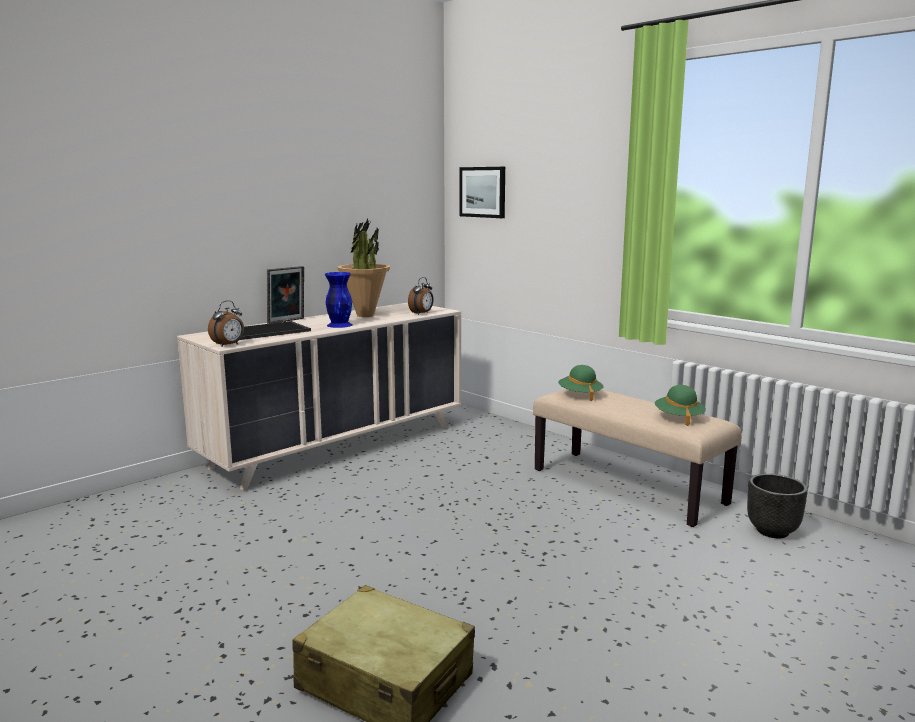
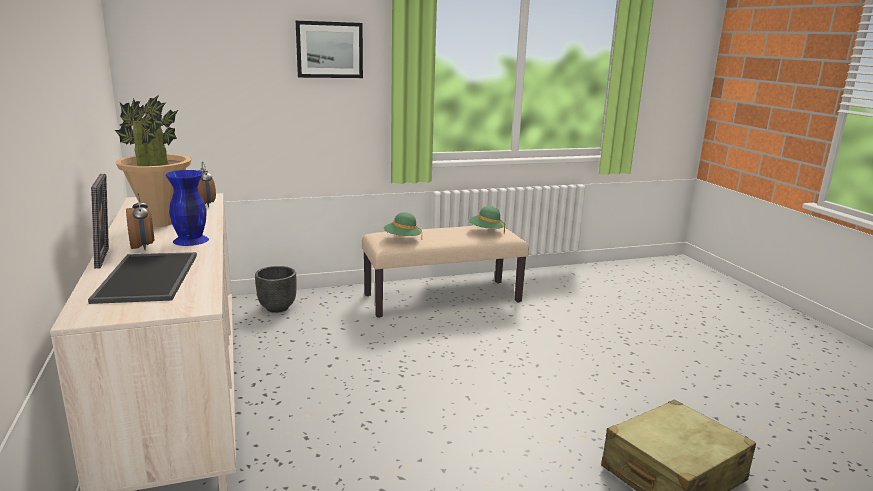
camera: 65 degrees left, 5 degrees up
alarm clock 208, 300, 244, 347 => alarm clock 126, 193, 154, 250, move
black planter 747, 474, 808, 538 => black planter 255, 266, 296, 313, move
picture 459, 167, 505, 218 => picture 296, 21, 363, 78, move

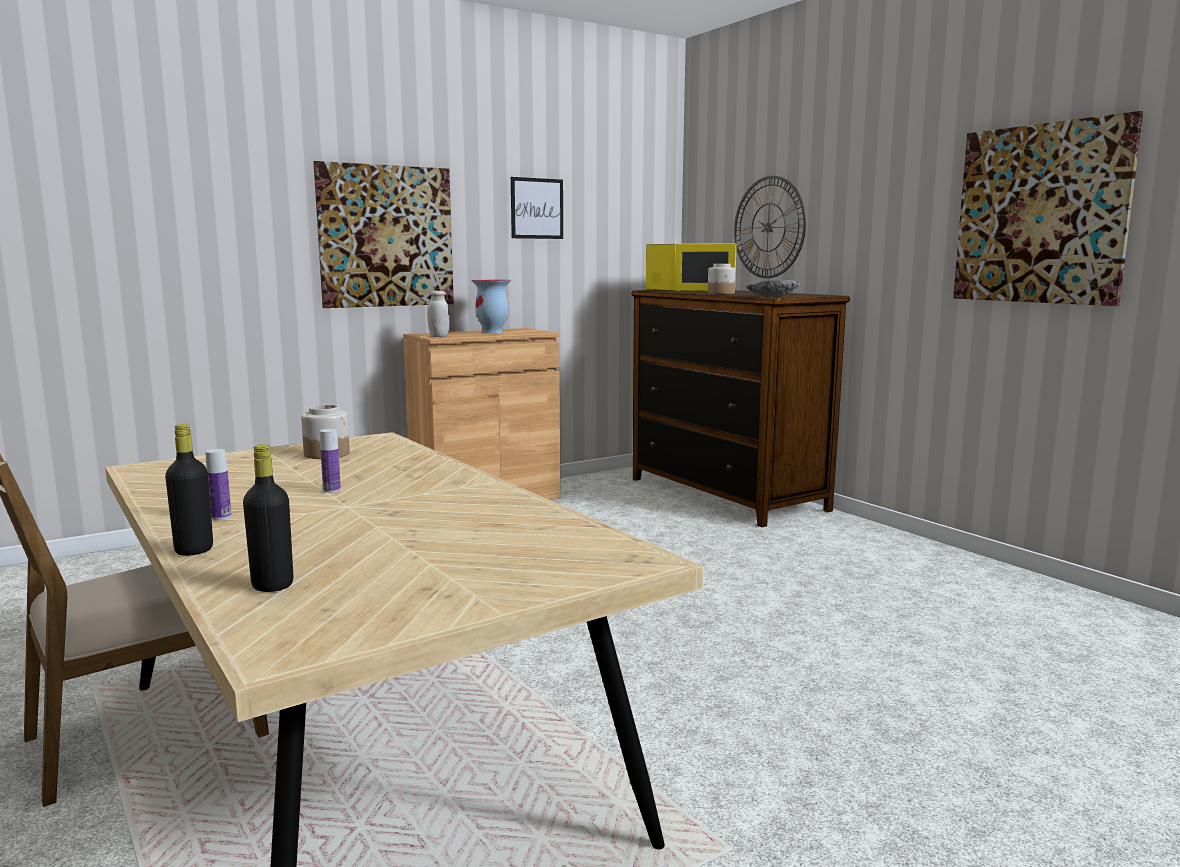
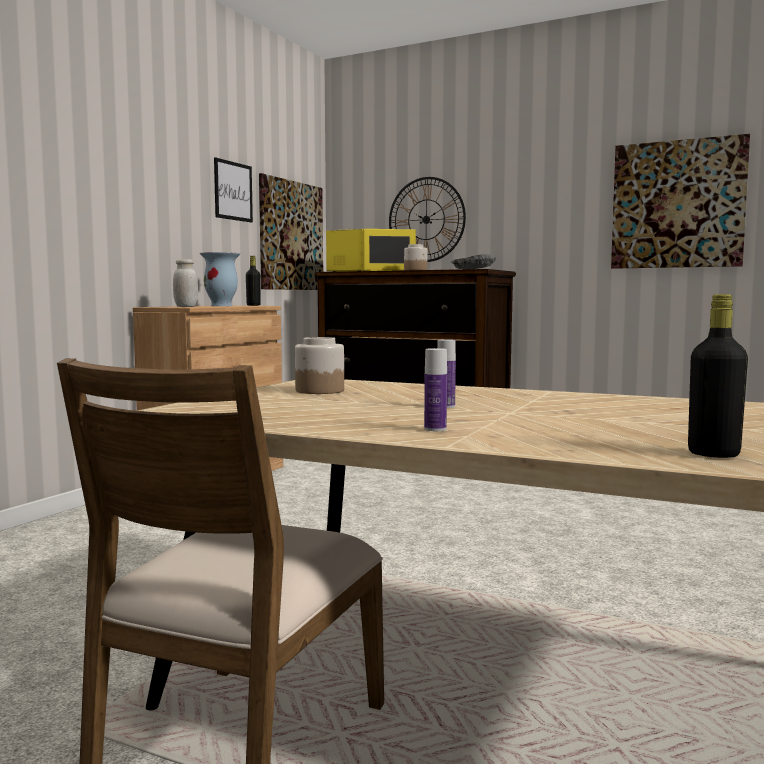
camera: 30 degrees left, 5 degrees down
black bottle 165, 424, 213, 556 => black bottle 246, 256, 261, 306, move
picture 313, 161, 454, 308 => picture 259, 173, 323, 290, move

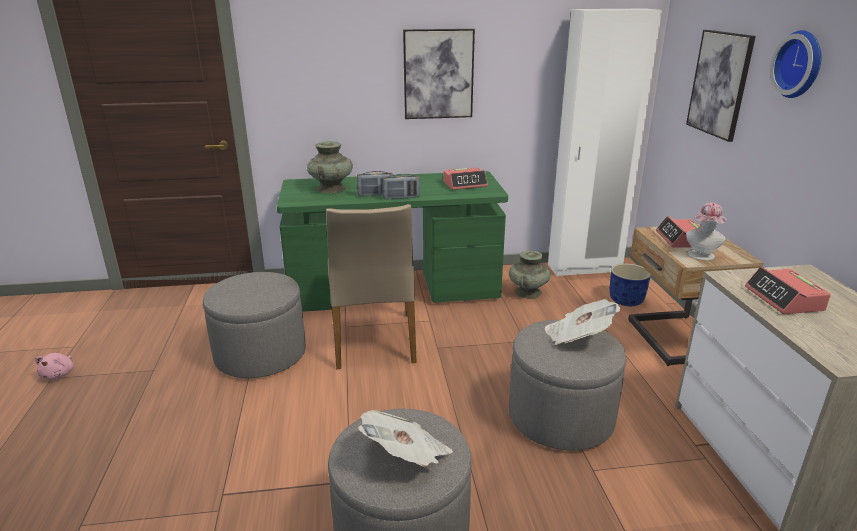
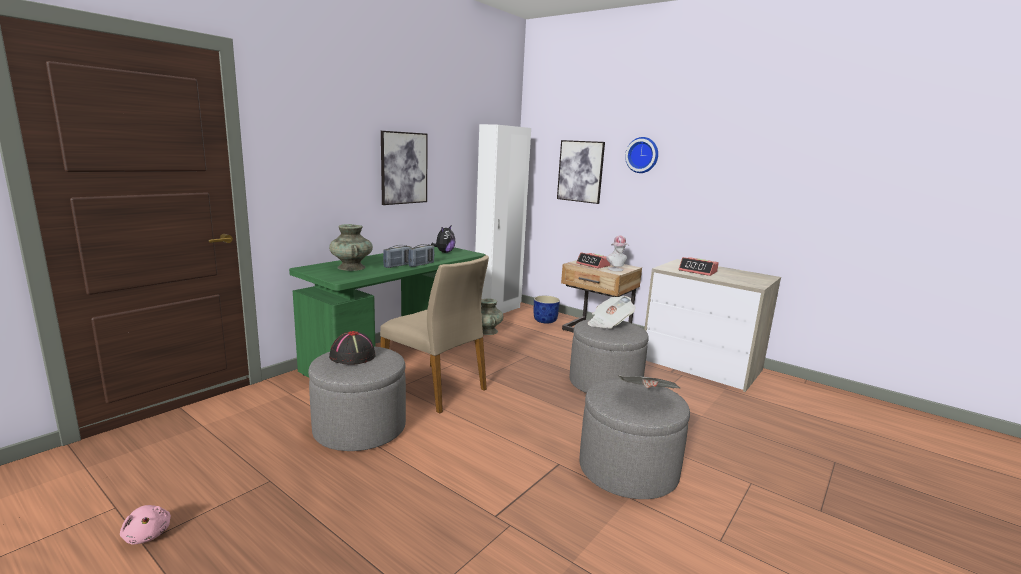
camera: 45 degrees left, 10 degrees down
nothing => black hat 329, 331, 375, 365
alarm clock 443, 167, 488, 190 => plush toy 431, 226, 455, 253

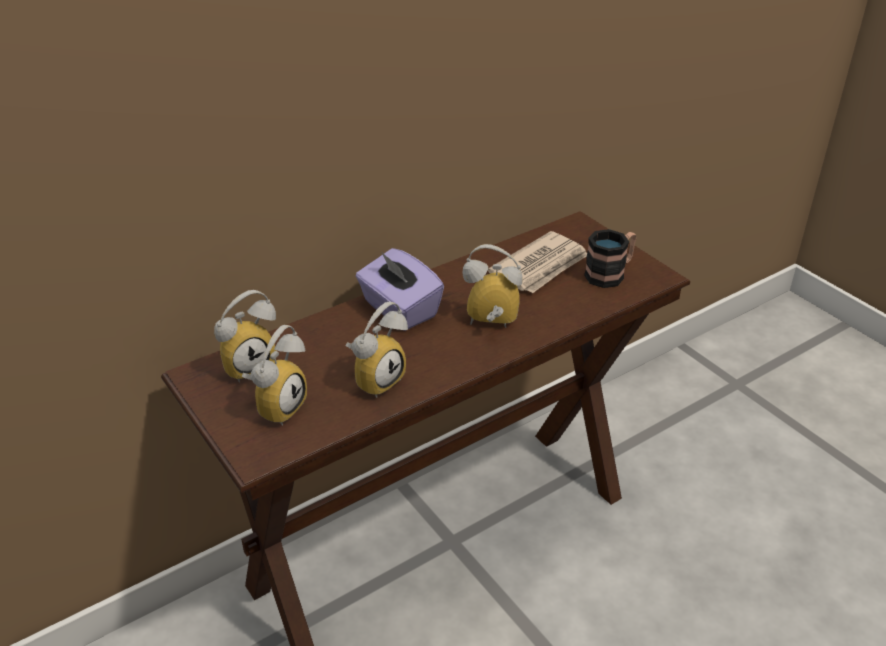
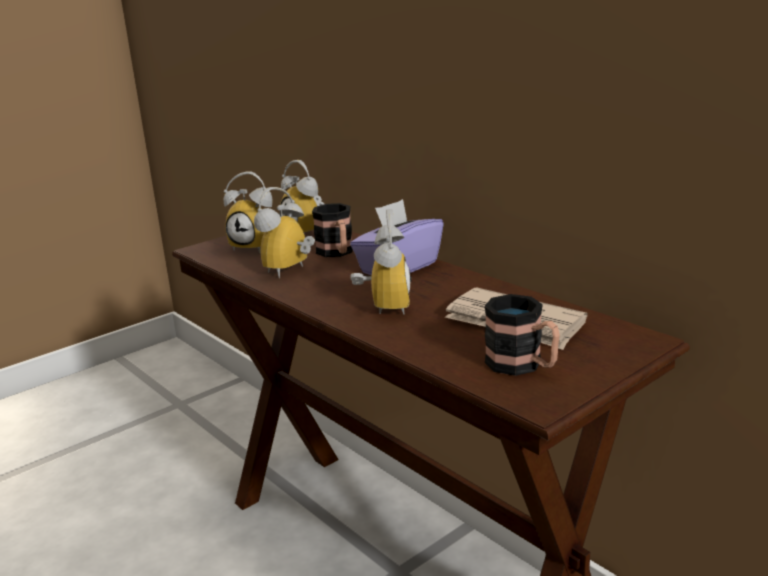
camera: 85 degrees right, 15 degrees down
alarm clock 346, 301, 408, 398 => alarm clock 254, 187, 315, 278, 90 degrees clockwise
nothing => mug 312, 203, 353, 257

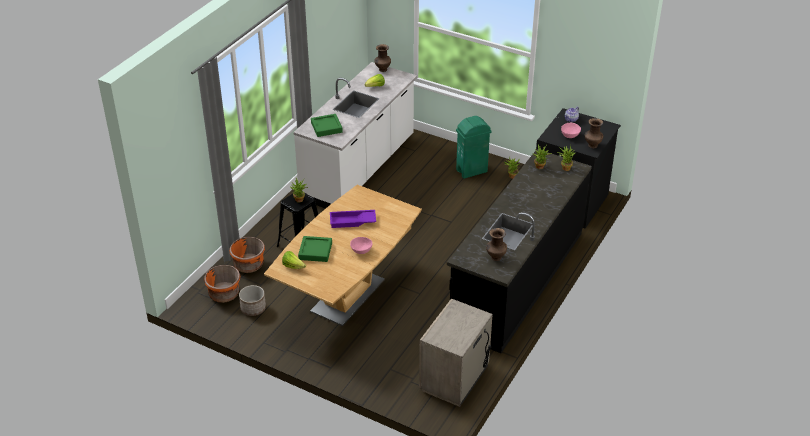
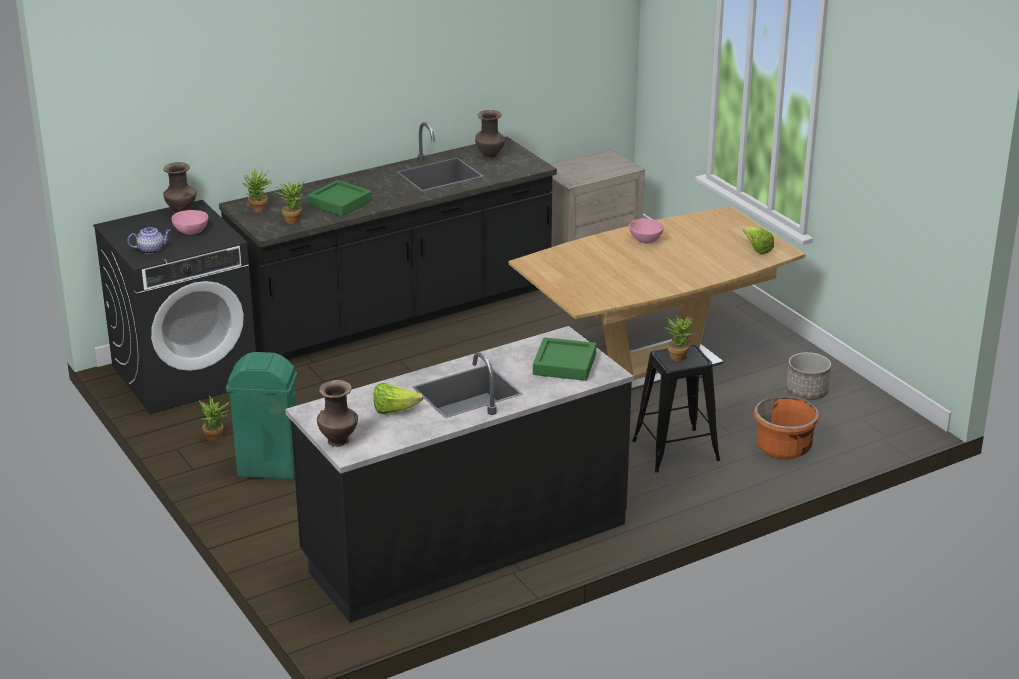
camera: 150 degrees left, 10 degrees down
white counter 293, 62, 417, 209 => black counter 286, 326, 633, 623
green tray 298, 236, 332, 262 => green tray 307, 180, 372, 216, move
orange planter 204, 265, 240, 303 => nothing
purple tray 330, 210, 376, 228 => nothing

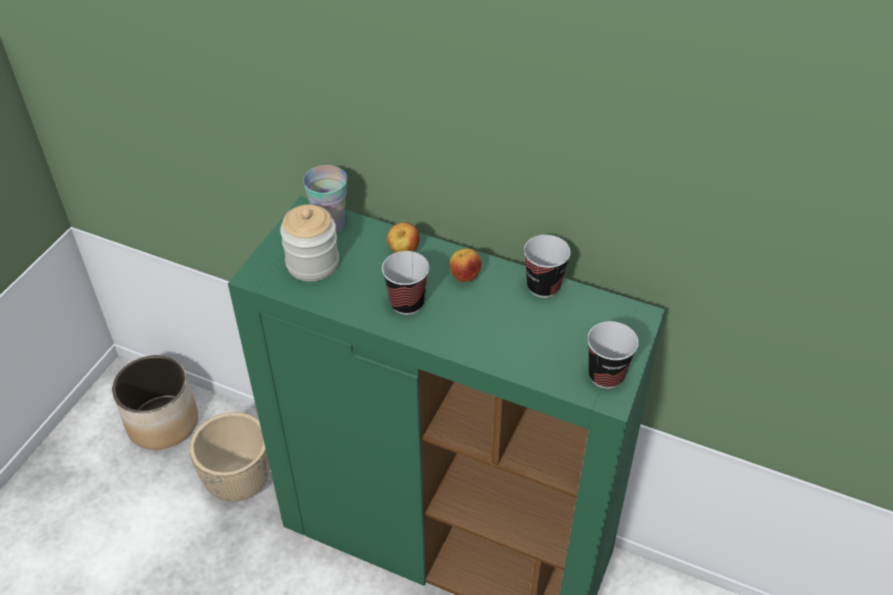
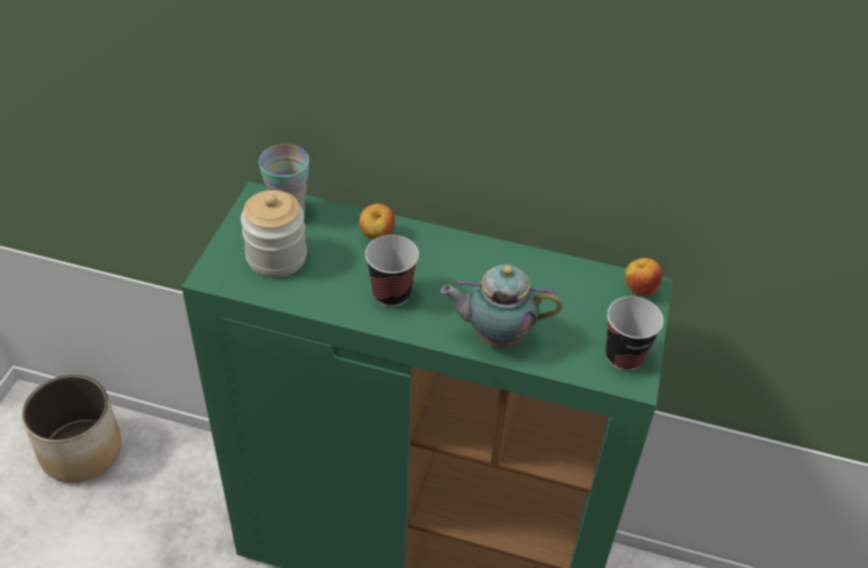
camera: 10 degrees left, 0 degrees up
nothing => teapot 441, 264, 562, 348
apple 449, 249, 481, 282 => apple 625, 258, 663, 296, move
beige planter 189, 412, 270, 502 => nothing
cup 524, 235, 571, 298 => nothing

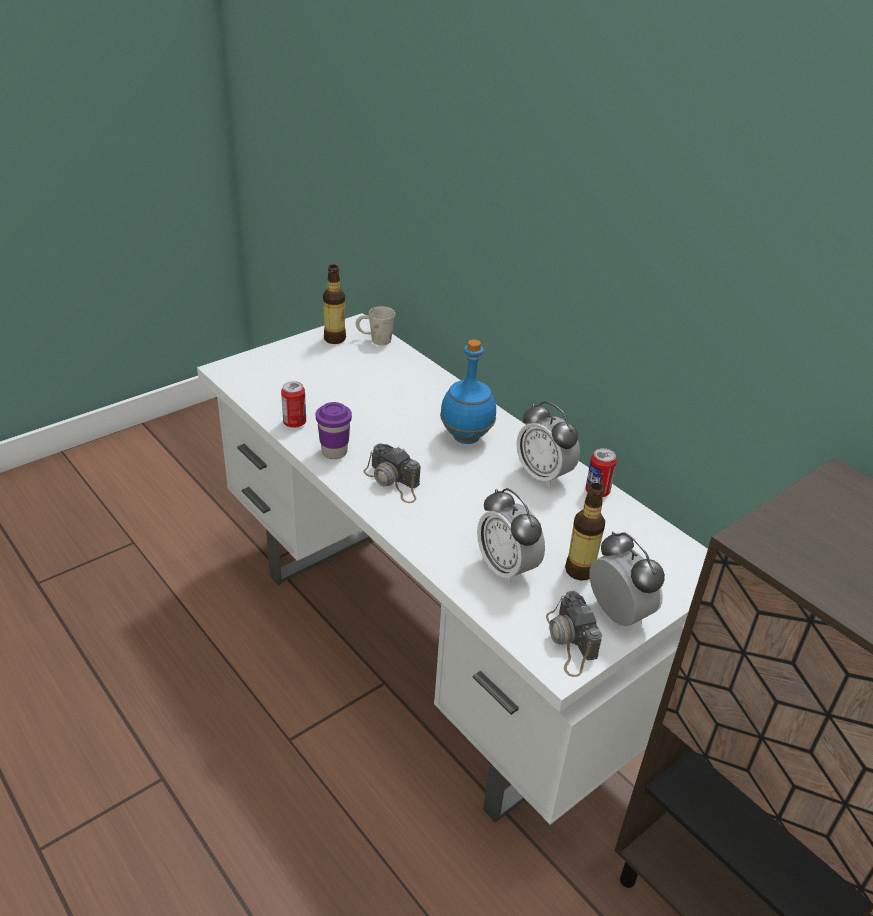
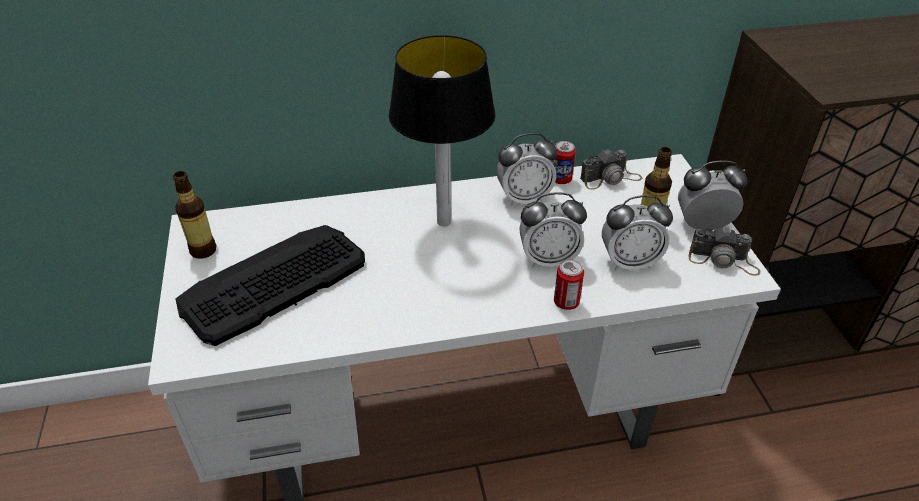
camera: 60 degrees left, 5 degrees up
nothing => keyboard 175, 225, 365, 346
blue bottle 440, 339, 496, 444 => table lamp 389, 35, 496, 226
nothing => alarm clock 519, 192, 587, 268
can 281, 381, 306, 428 => can 554, 260, 584, 310, move
photo camera 364, 443, 420, 503 => photo camera 580, 149, 642, 189, move
purple cup 316, 402, 352, 459 => nothing
white mug 356, 306, 395, 345 => nothing

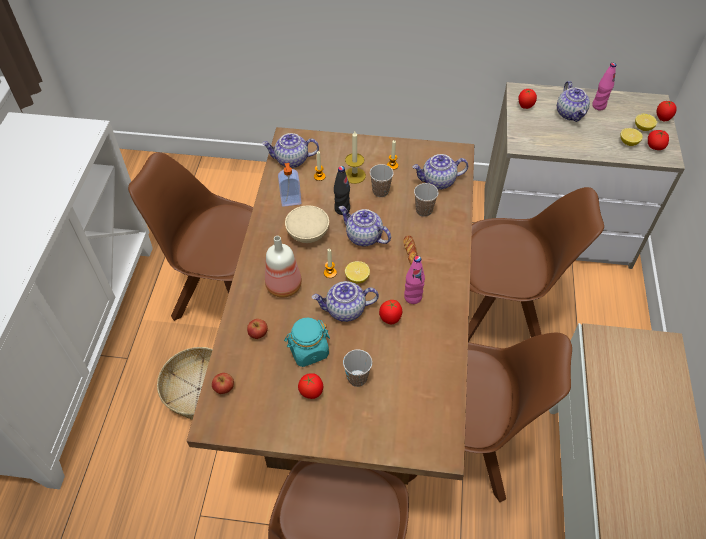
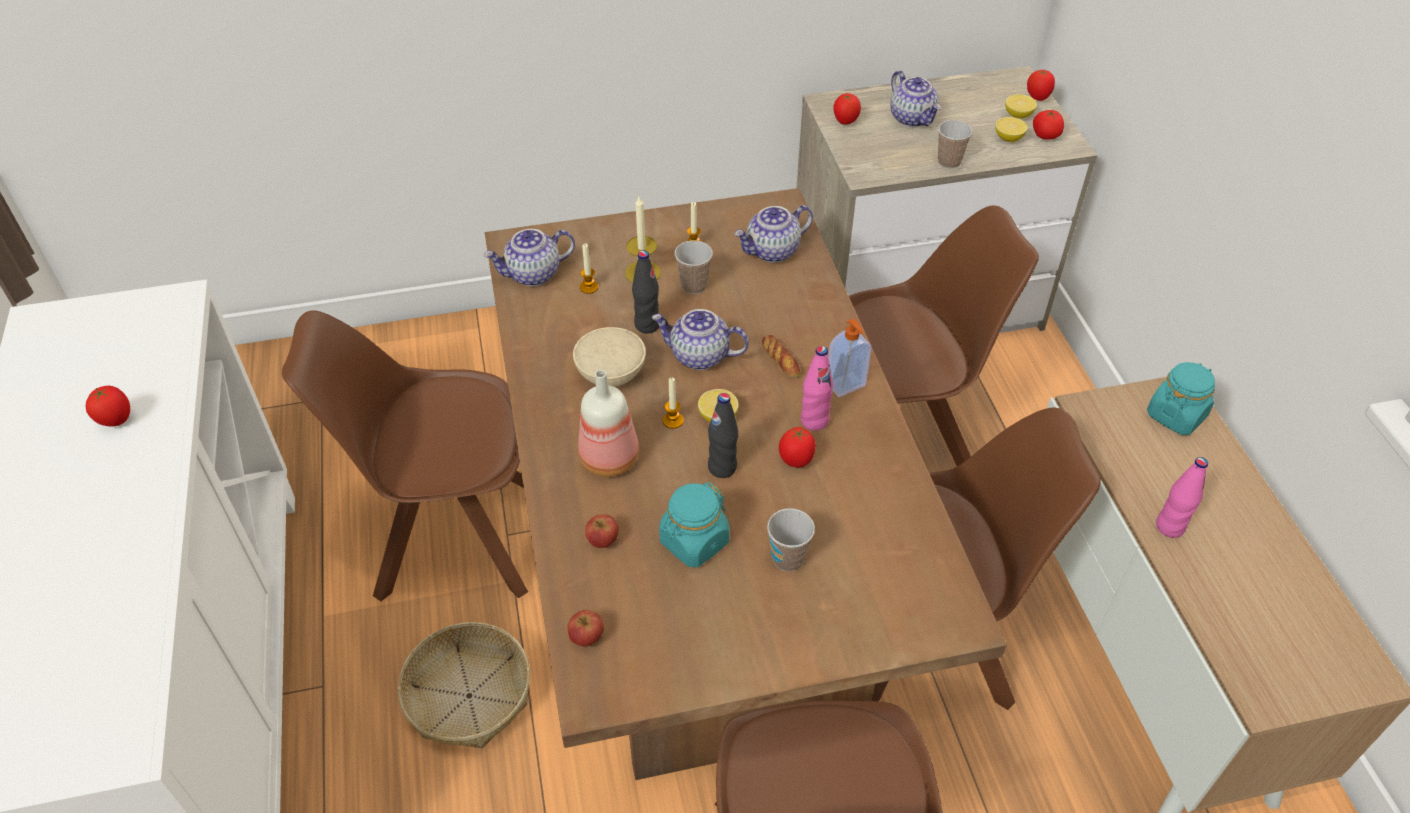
camera: 20 degrees left, 5 degrees down
tomato 298, 373, 323, 399 => tomato 86, 386, 130, 426, move
teapot 312, 281, 379, 322 => black bottle 708, 393, 738, 478
soap dispenser 278, 163, 301, 207 => soap dispenser 828, 319, 872, 397, move
cup 414, 183, 439, 217 => cup 938, 120, 972, 168, move
nothing => turquoise jar 1147, 362, 1215, 435
pink bottle 592, 63, 616, 110 => pink bottle 1156, 457, 1208, 538, move

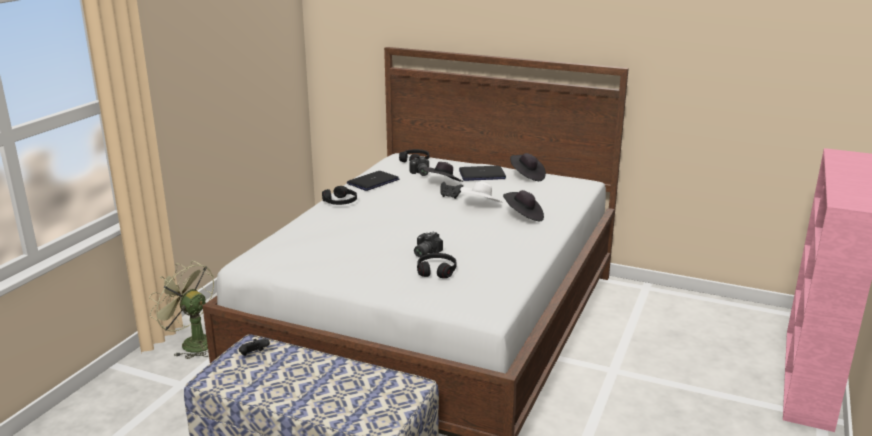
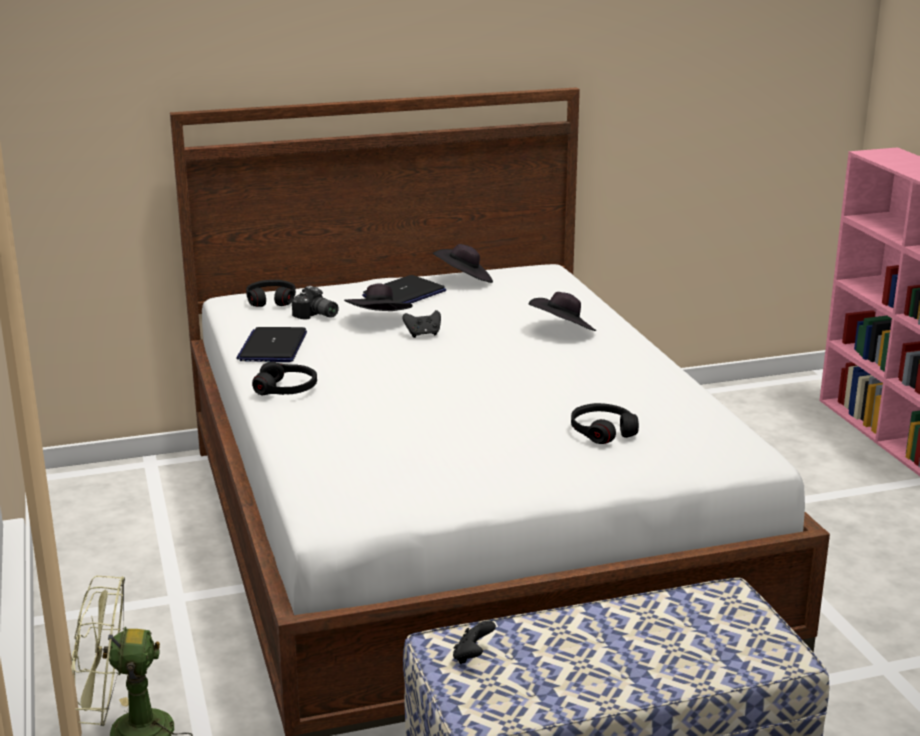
camera: 40 degrees left, 0 degrees up
photo camera 414, 232, 443, 257 => nothing
white hat 460, 182, 503, 203 => nothing

